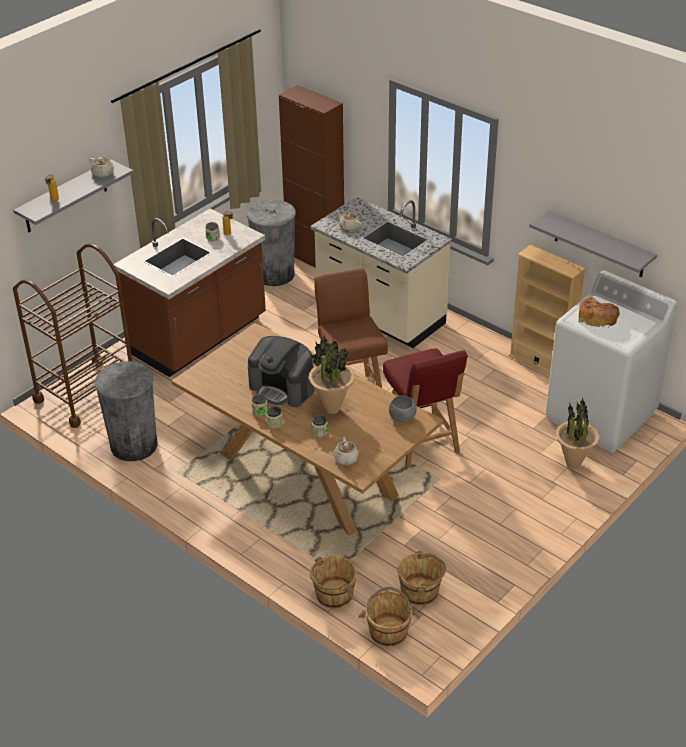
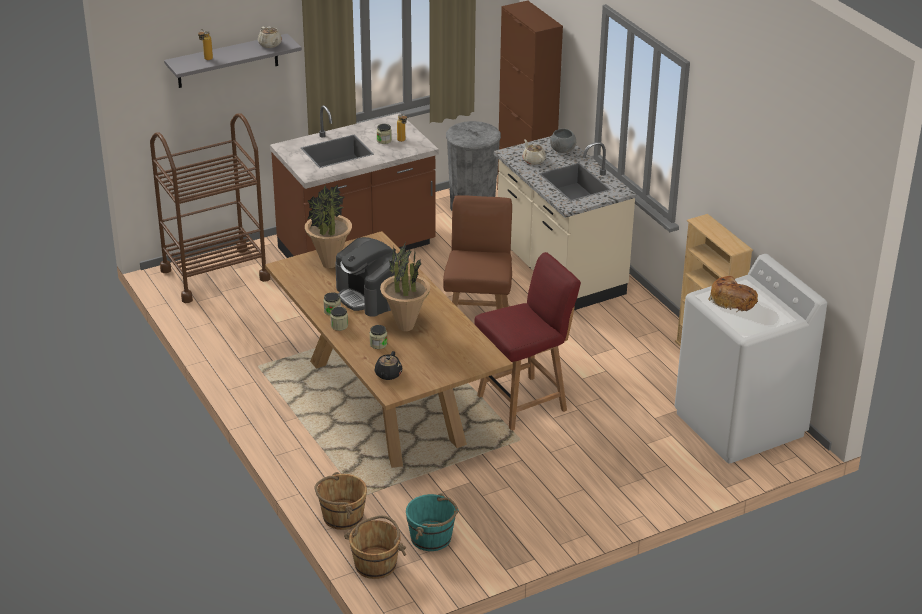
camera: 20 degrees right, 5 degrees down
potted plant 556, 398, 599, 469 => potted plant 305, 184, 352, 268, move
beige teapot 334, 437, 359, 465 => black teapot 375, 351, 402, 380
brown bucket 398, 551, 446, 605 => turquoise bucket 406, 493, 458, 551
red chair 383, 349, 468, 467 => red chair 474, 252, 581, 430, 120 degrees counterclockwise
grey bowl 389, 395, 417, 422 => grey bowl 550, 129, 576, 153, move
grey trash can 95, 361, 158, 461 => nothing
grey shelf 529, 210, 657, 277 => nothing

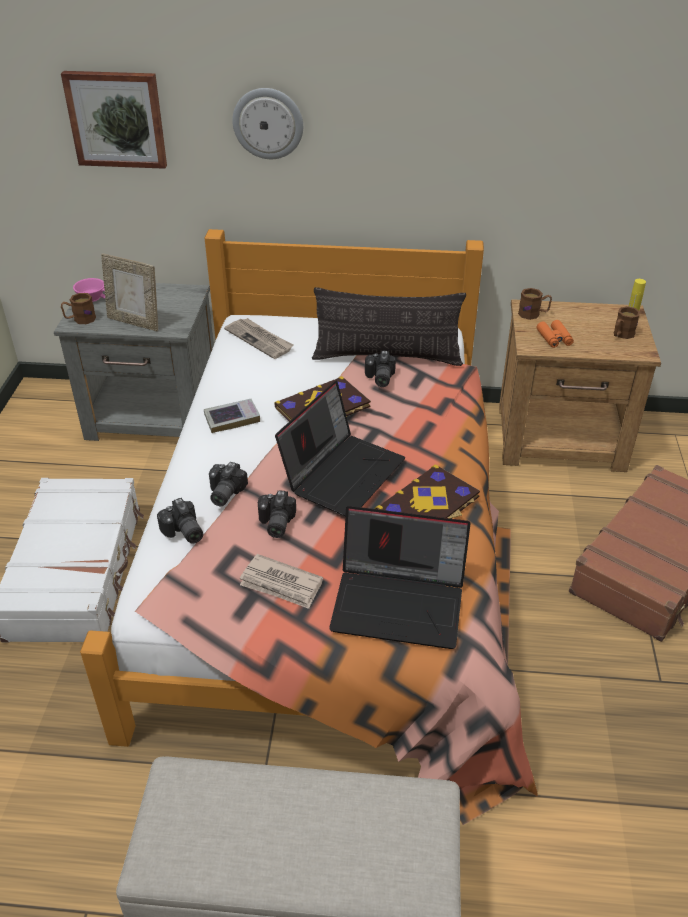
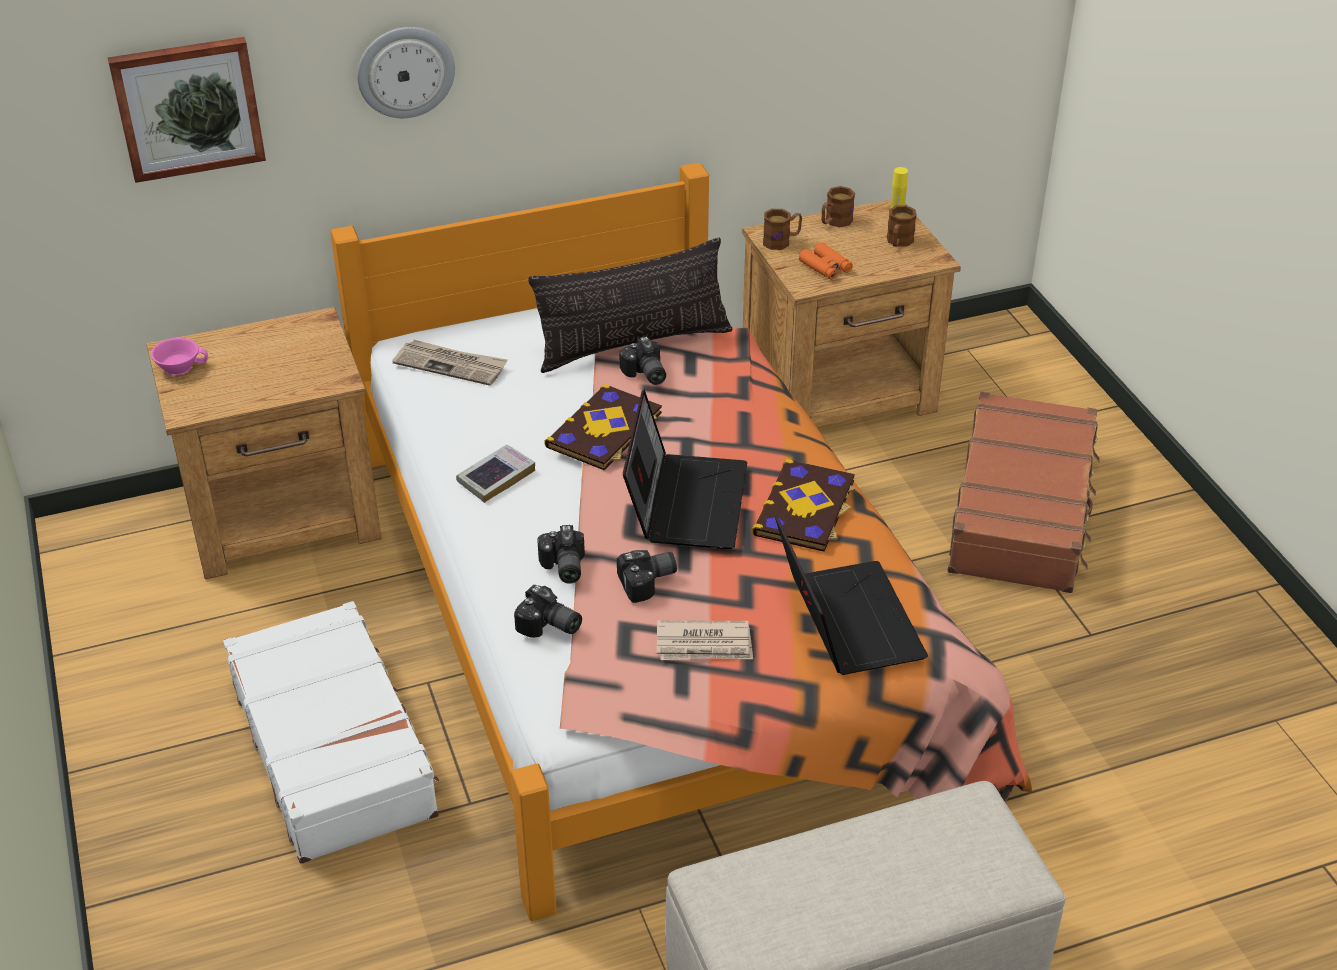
camera: 25 degrees left, 0 degrees up
grey nightstand 54, 280, 214, 441 => brown nightstand 146, 307, 382, 579
photo camera 258, 490, 296, 538 => photo camera 617, 550, 677, 603, 90 degrees counterclockwise
laptop 329, 506, 470, 649 => laptop 775, 516, 928, 675, 90 degrees counterclockwise
brown mug 61, 293, 96, 324 => brown mug 822, 186, 855, 227, move
picture frame 101, 253, 158, 331 => nothing

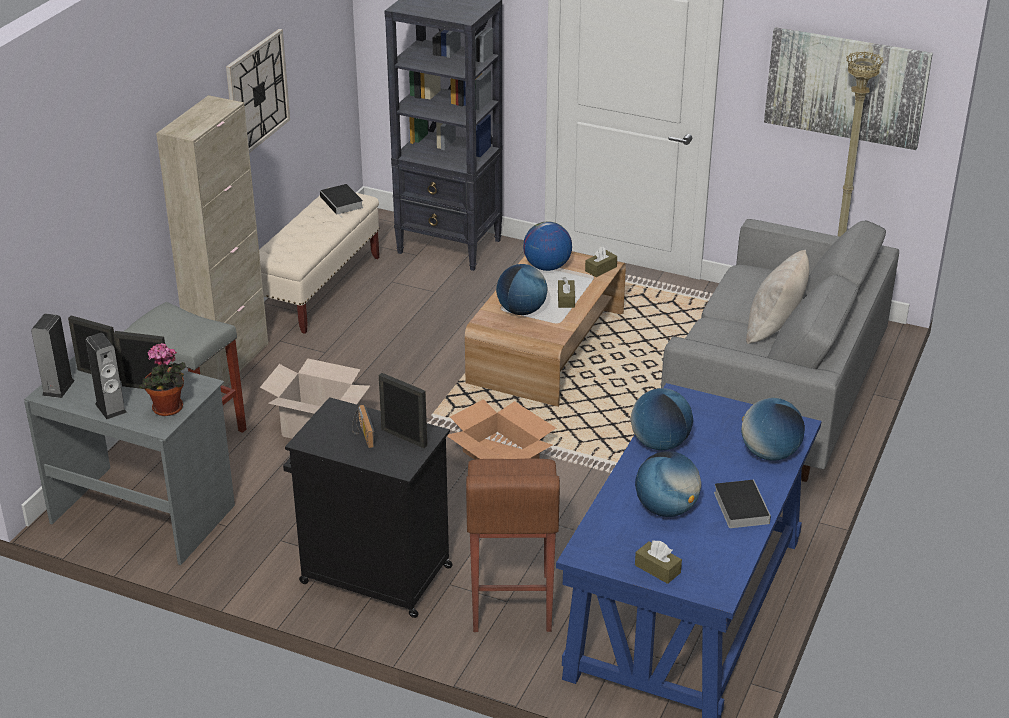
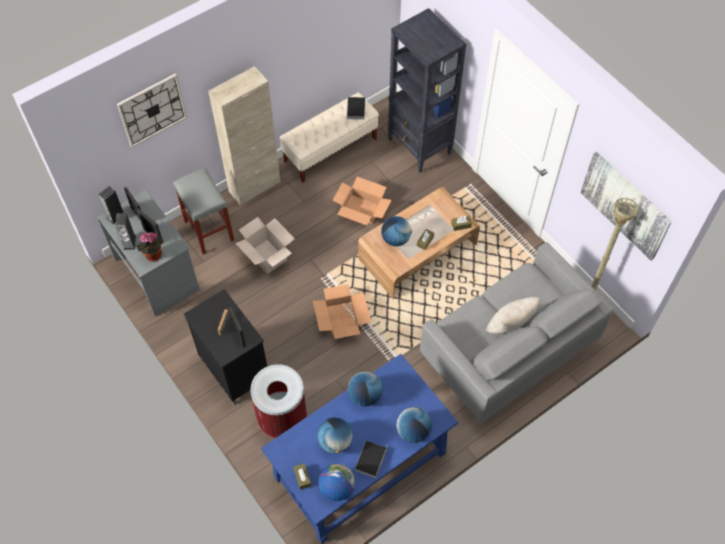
camera: 30 degrees right, 25 degrees up
wall clock 226, 29, 290, 153 => wall clock 117, 73, 187, 148, move
brown stool 466, 459, 560, 632 => trash can 250, 364, 307, 438
globe 523, 221, 572, 271 => globe 319, 464, 355, 501, move
nothing => cardboard box 333, 177, 391, 225

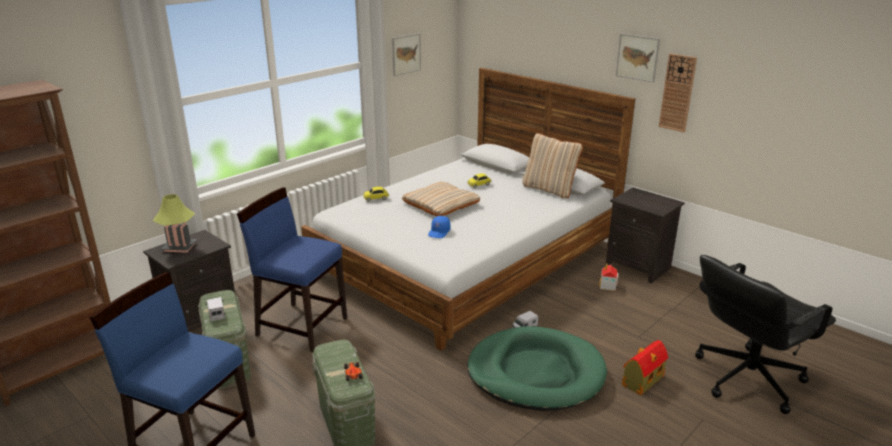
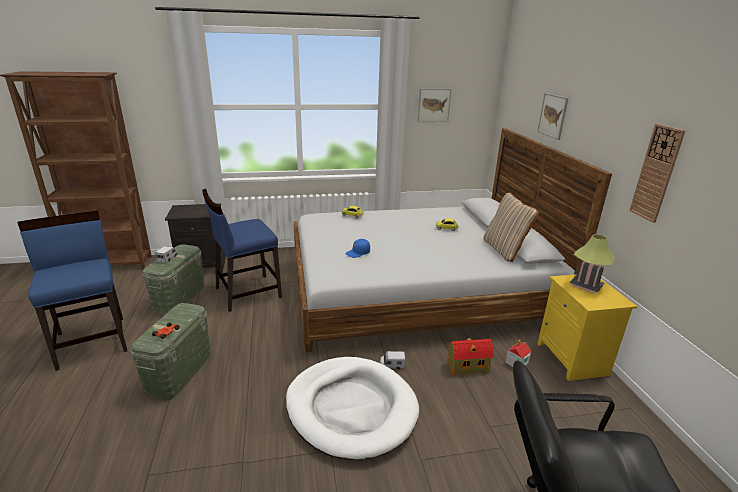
camera: 35 degrees right, 0 degrees up
blue chair 237, 187, 347, 352 => blue chair 203, 189, 282, 312, 90 degrees counterclockwise
green dog bed 468, 326, 607, 411 => white dog bed 286, 357, 419, 460
toy house 622, 340, 668, 395 => toy house 447, 338, 493, 375, move
picture 616, 33, 660, 83 => picture 537, 93, 568, 140, move
black nightstand 605, 188, 685, 284 => yellow nightstand 538, 274, 637, 381
table lamp 153, 194, 197, 253 => table lamp 570, 234, 615, 294, move
beige pillow 402, 182, 480, 217 => nothing

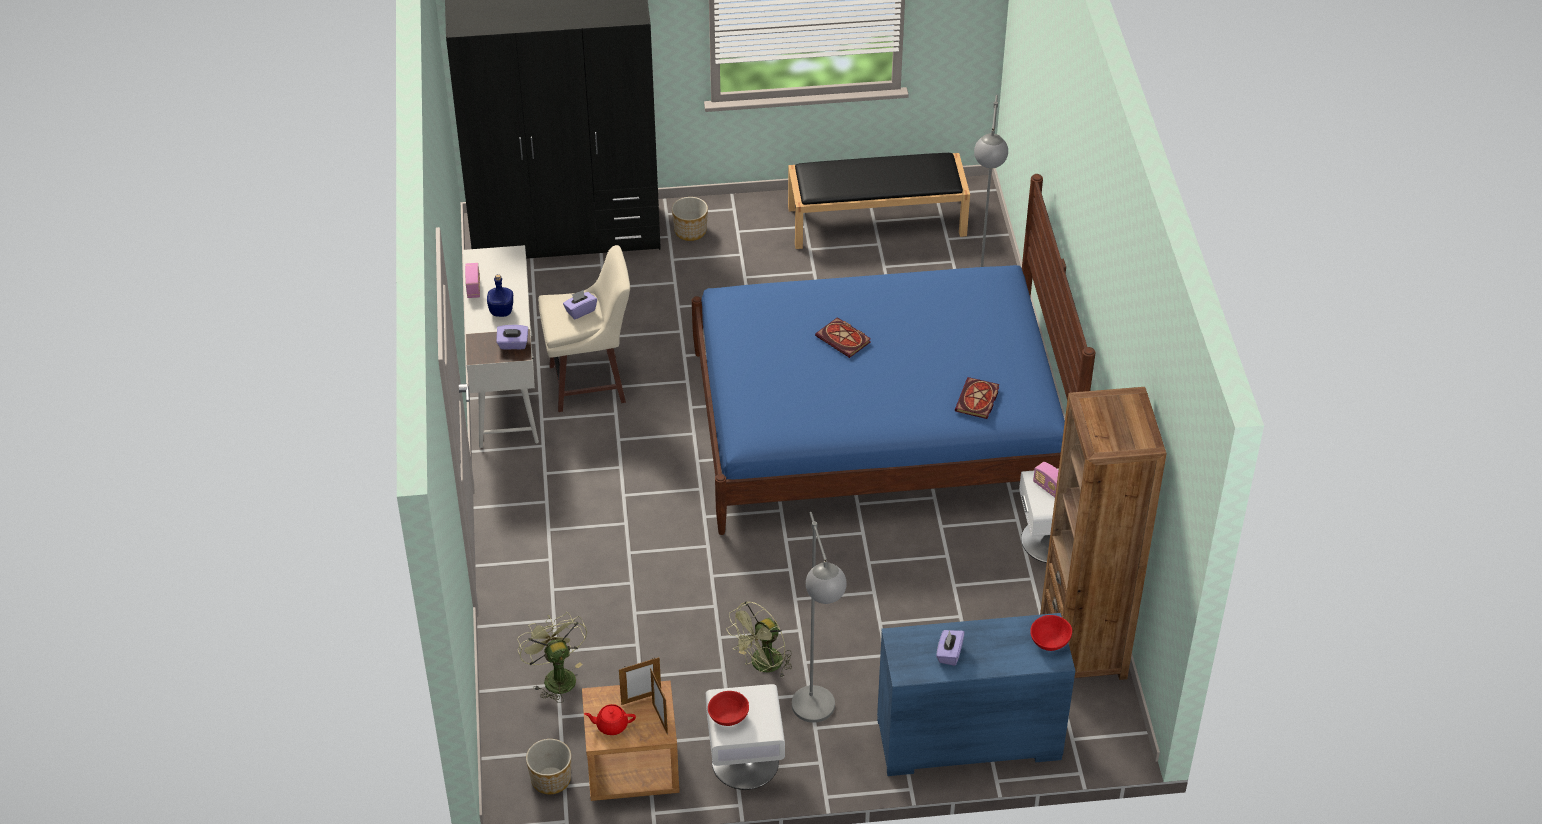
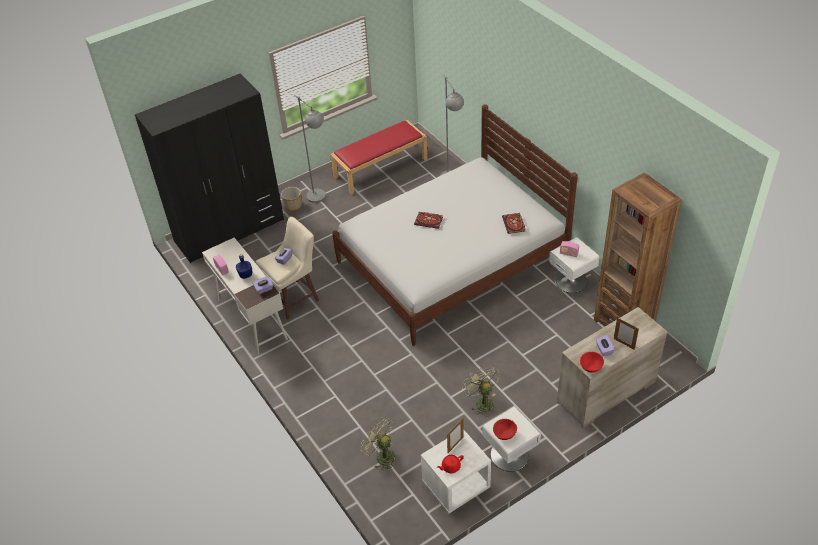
camera: 25 degrees left, 0 degrees up
grey floor lamp 792, 512, 847, 723 => grey floor lamp 294, 95, 326, 203, move
black bench 788, 153, 970, 249 => red bench 330, 120, 428, 195
blue bed 692, 174, 1095, 535 => white bed 332, 104, 578, 346
brown nightstand 582, 681, 680, 801 => white nightstand 421, 429, 491, 514
green fan 726, 601, 792, 678 => green fan 462, 365, 501, 417, 135 degrees clockwise
blue dresser 877, 613, 1075, 776 => beige dresser 557, 307, 667, 429
red bowl 1030, 615, 1072, 651 => red bowl 580, 352, 604, 373, move
picture frame 650, 668, 668, 735 => picture frame 614, 317, 639, 350, move
planter 526, 739, 571, 794 => nothing

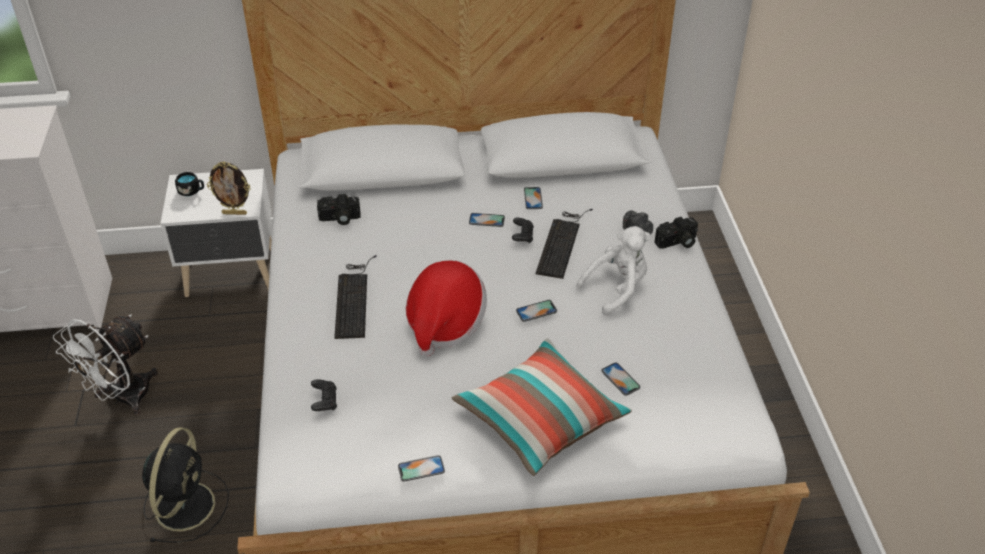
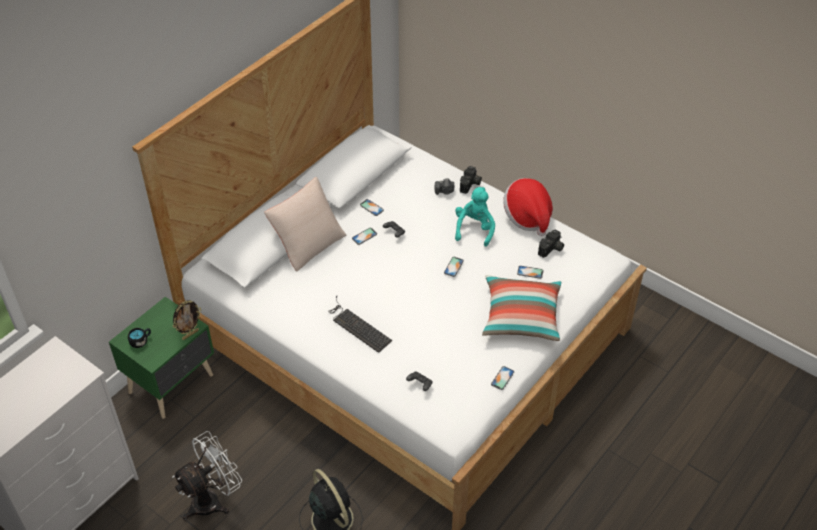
camera: 45 degrees left, 5 degrees up
white nightstand 160, 169, 272, 297 => green nightstand 109, 297, 214, 419
white fan 53, 315, 158, 415 => white fan 172, 431, 242, 520, 120 degrees counterclockwise
nothing => beige pillow 264, 177, 346, 272
white plush toy 576, 226, 651, 316 => turquoise plush toy 455, 187, 495, 247
hat 406, 260, 487, 357 => hat 503, 178, 553, 236, move
photo camera 317, 194, 361, 225 => photo camera 538, 230, 564, 258, move
keyboard 536, 209, 593, 279 => nothing

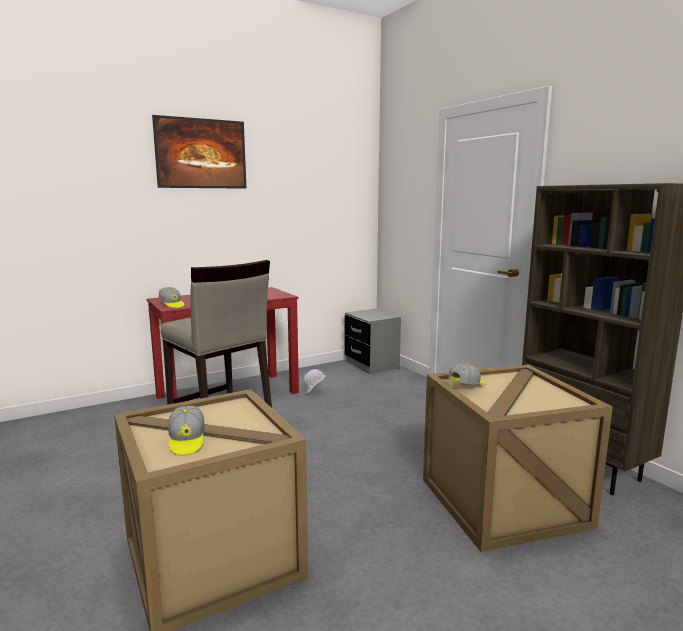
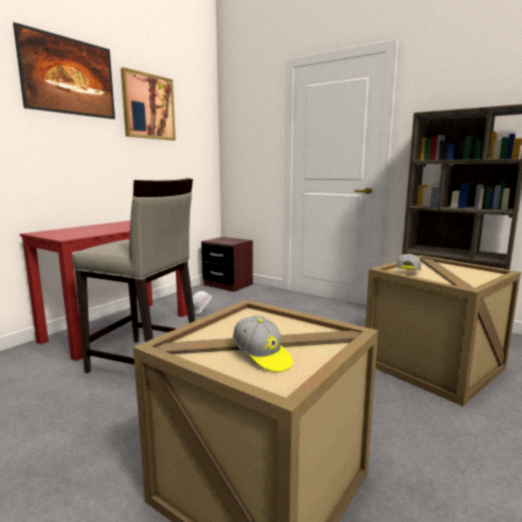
camera: 25 degrees left, 0 degrees up
nothing => picture 121, 67, 176, 140
grey nightstand 345, 309, 401, 374 => brown nightstand 201, 237, 253, 292
cap 159, 287, 185, 308 => nothing

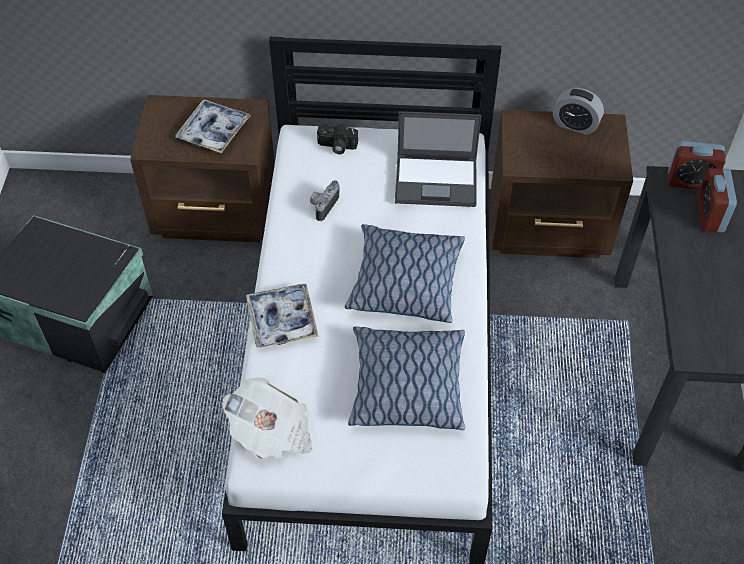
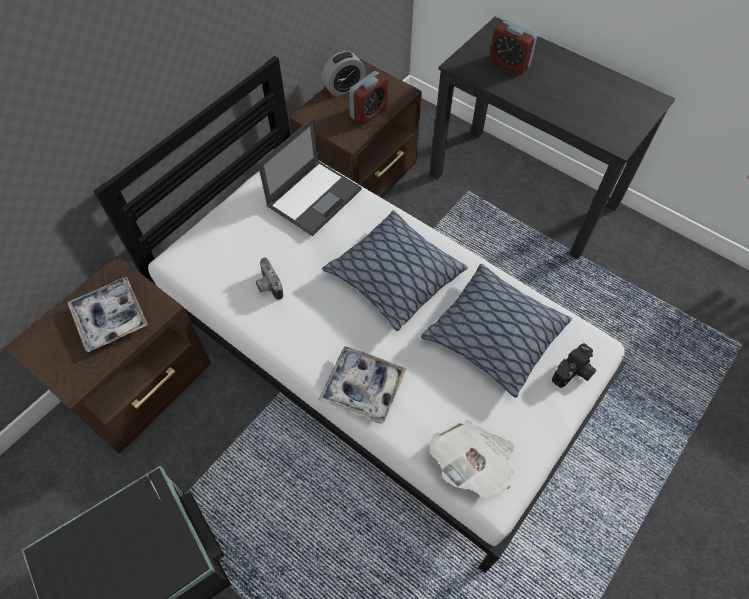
camera: 55 degrees left, 5 degrees up
alarm clock 668, 141, 726, 190 => alarm clock 349, 71, 388, 125, move
photo camera 317, 123, 358, 154 => photo camera 552, 343, 597, 388, move

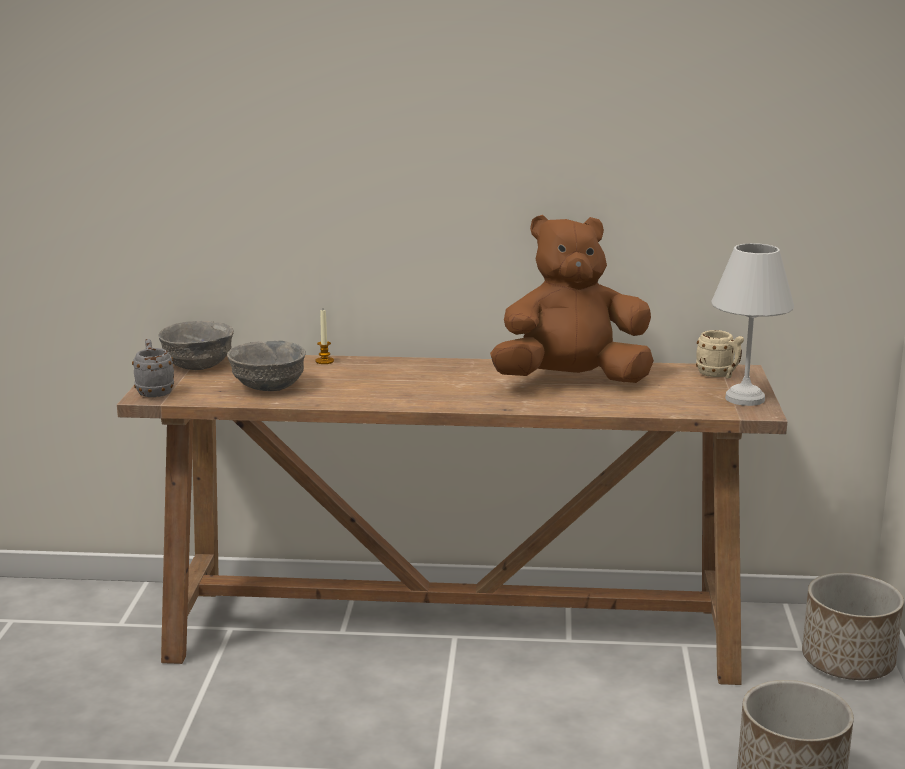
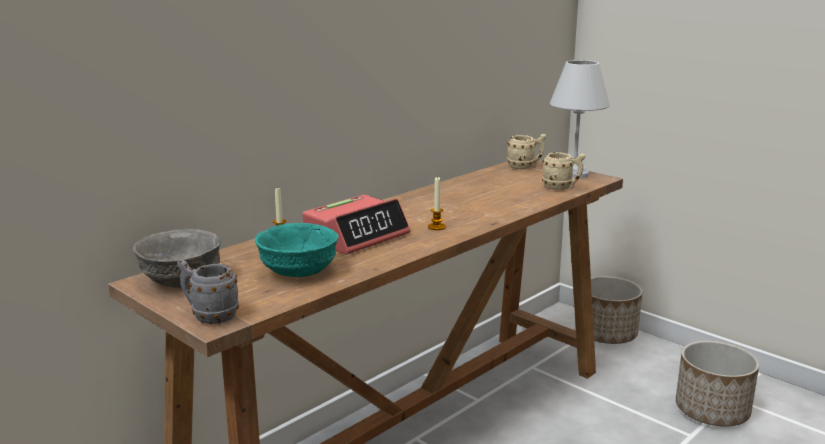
camera: 50 degrees left, 0 degrees up
grey bowl 227, 341, 306, 391 => turquoise bowl 255, 223, 338, 277
nothing => alarm clock 302, 195, 410, 254
nothing => candle 428, 176, 446, 230
nothing => beige mug 542, 152, 585, 190
brown plush toy 490, 215, 654, 383 => nothing

